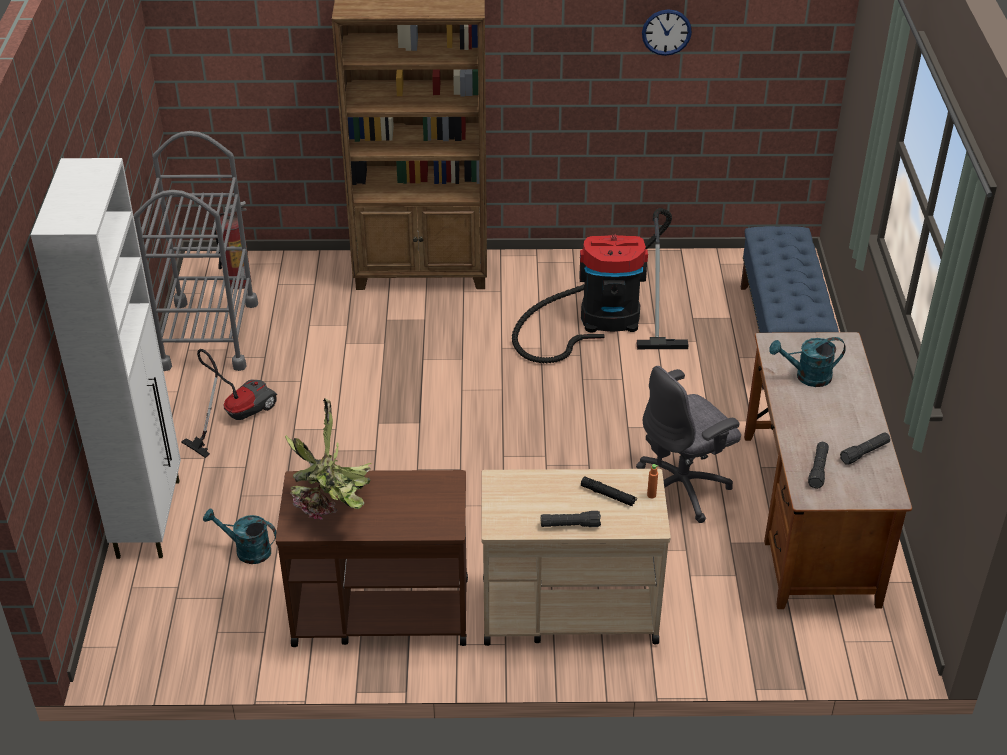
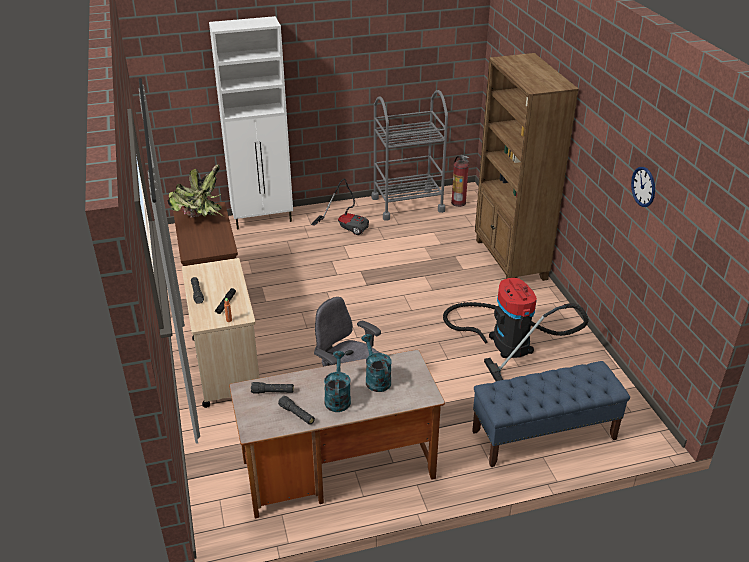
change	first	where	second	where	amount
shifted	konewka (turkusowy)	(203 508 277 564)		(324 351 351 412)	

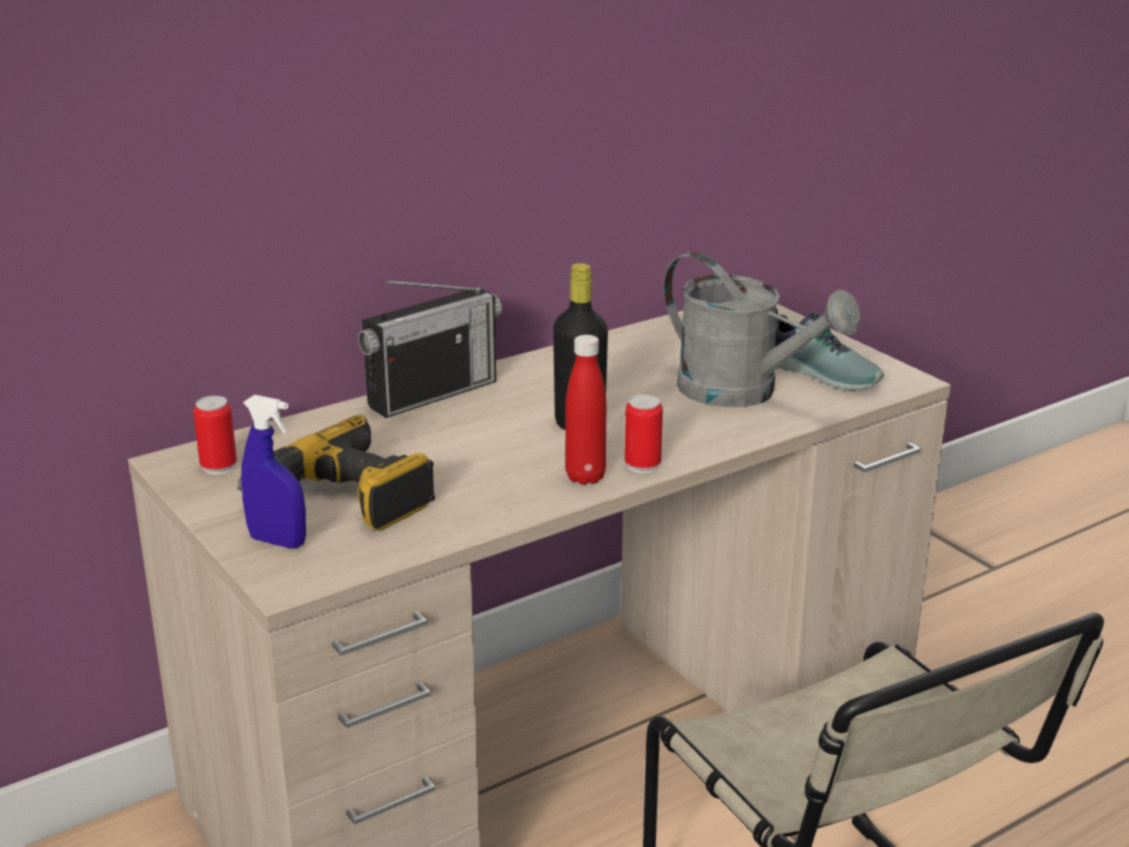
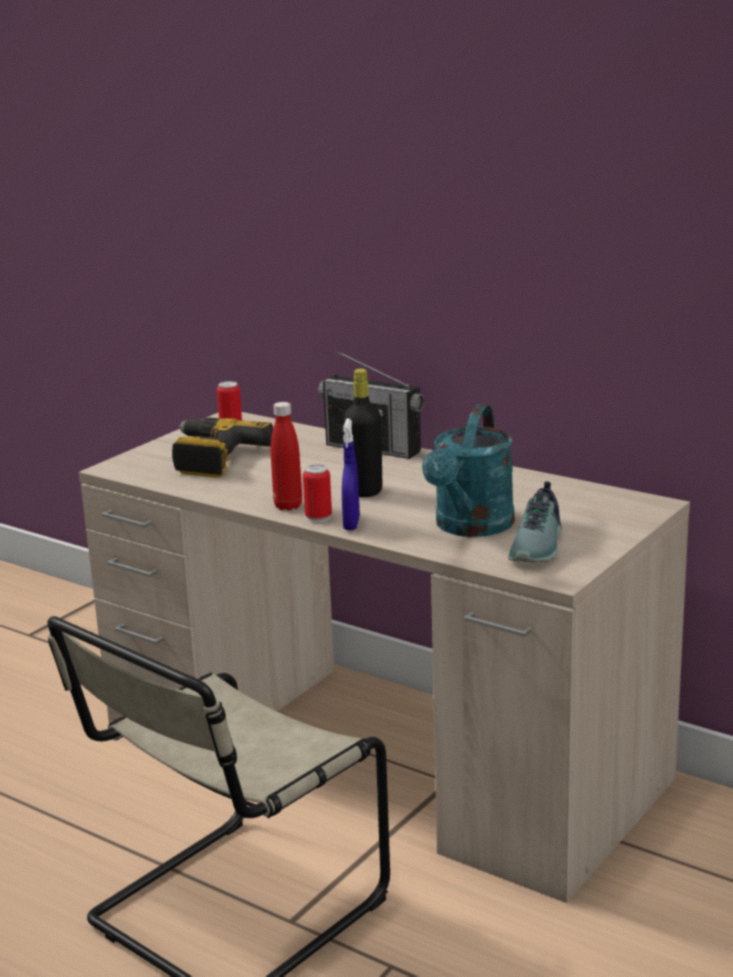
change	first	where	second	where	amount
shifted	spryskiwacz (niebieski)	(241 395 306 548)		(342 418 360 530)	
repainted	konewka (szary)	(663 252 861 407)	konewka (turkusowy)	(422 404 515 537)	

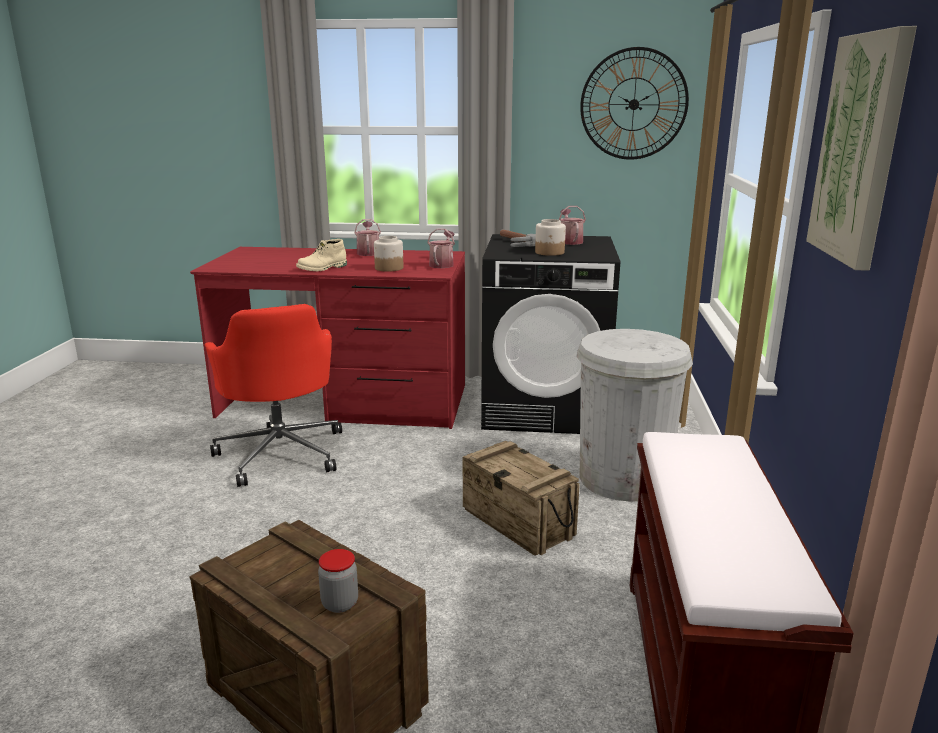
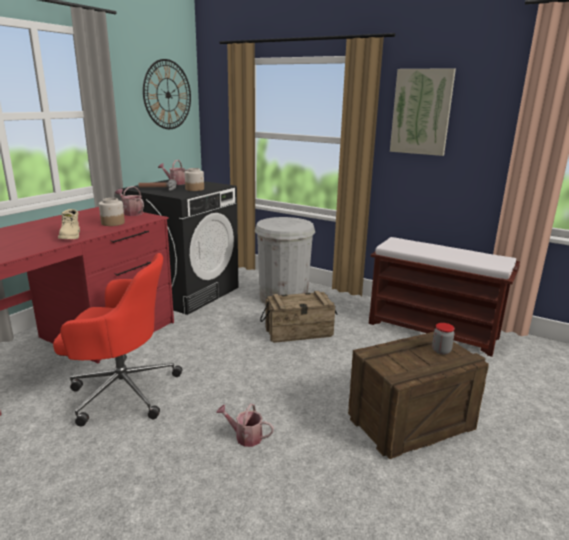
change	first	where	second	where	amount
shifted	konewka	(354 219 381 256)		(216 404 274 447)	

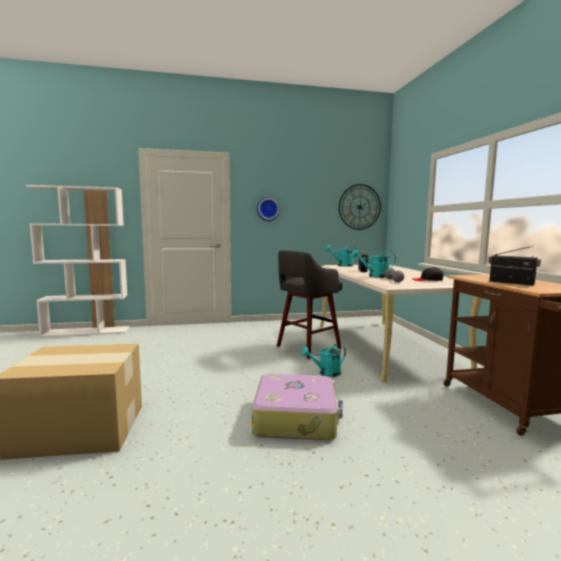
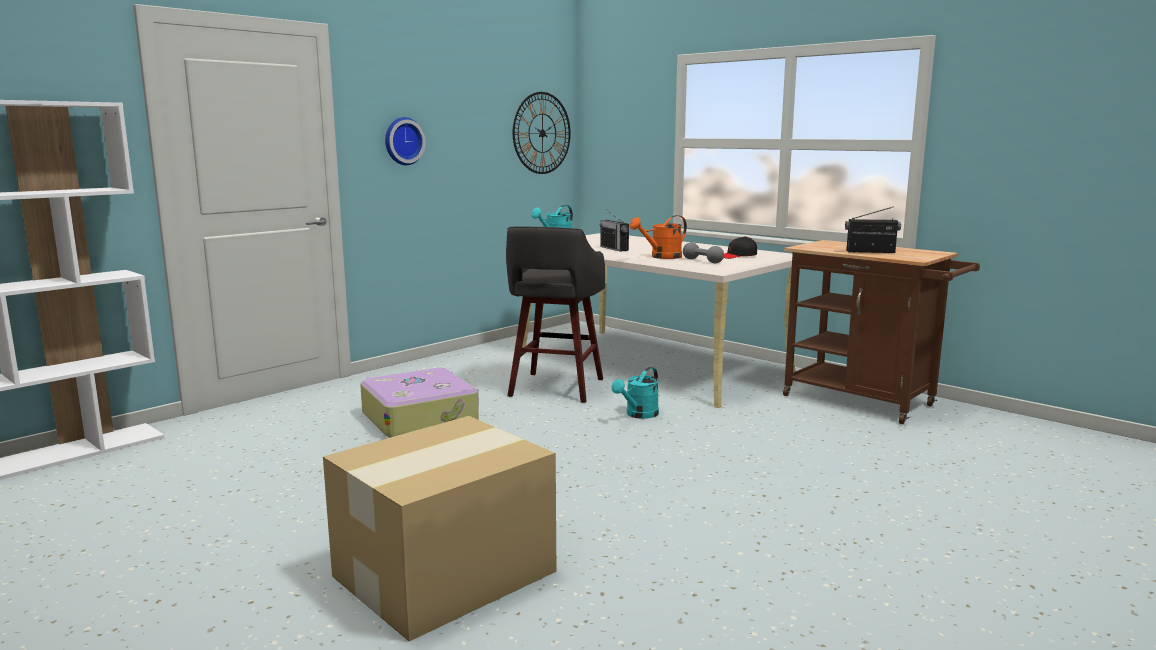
change	first	where	second	where	amount
shifted	walizka	(252 374 343 440)		(360 368 479 438)	
repainted	konewka (turkusowy)	(352 249 396 278)	konewka (pomarańczowy)	(630 215 687 259)	

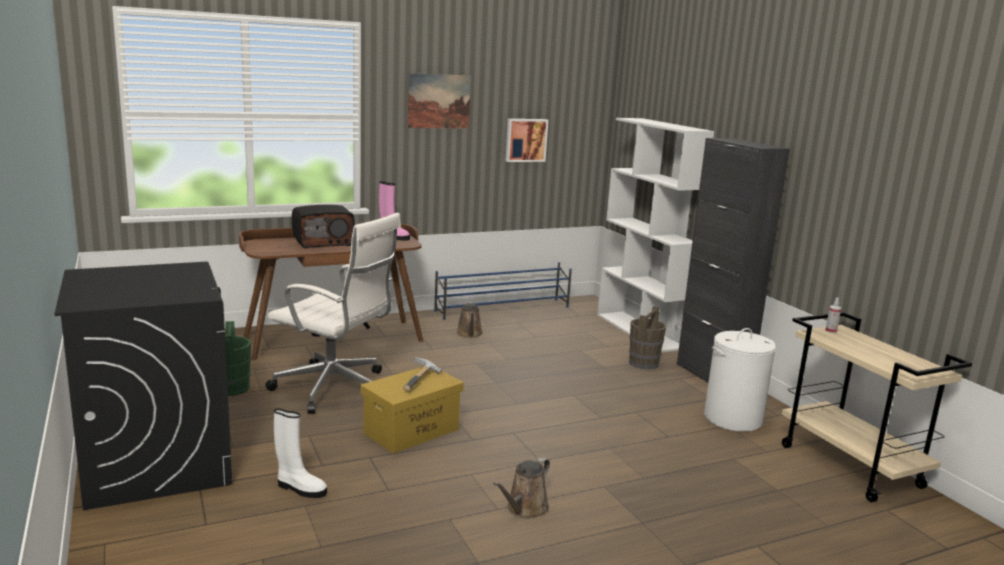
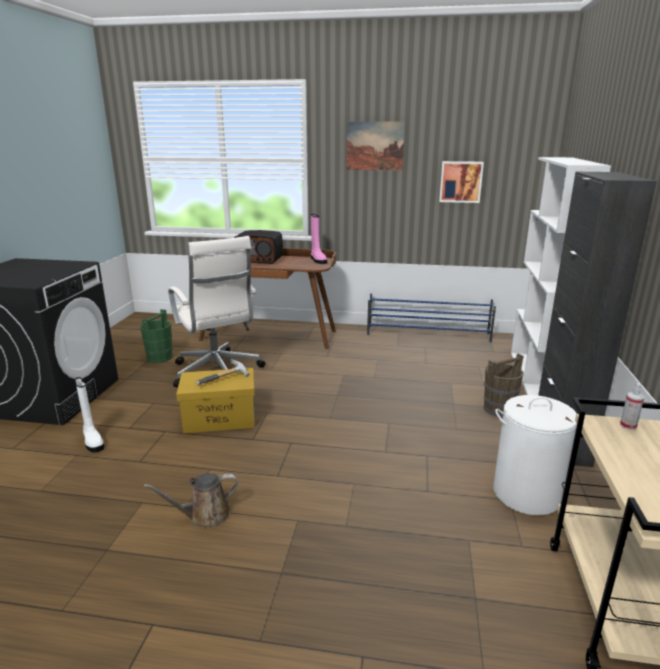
change	first	where	second	where	amount
gone	konewka (brązowy)	(456 302 483 338)			

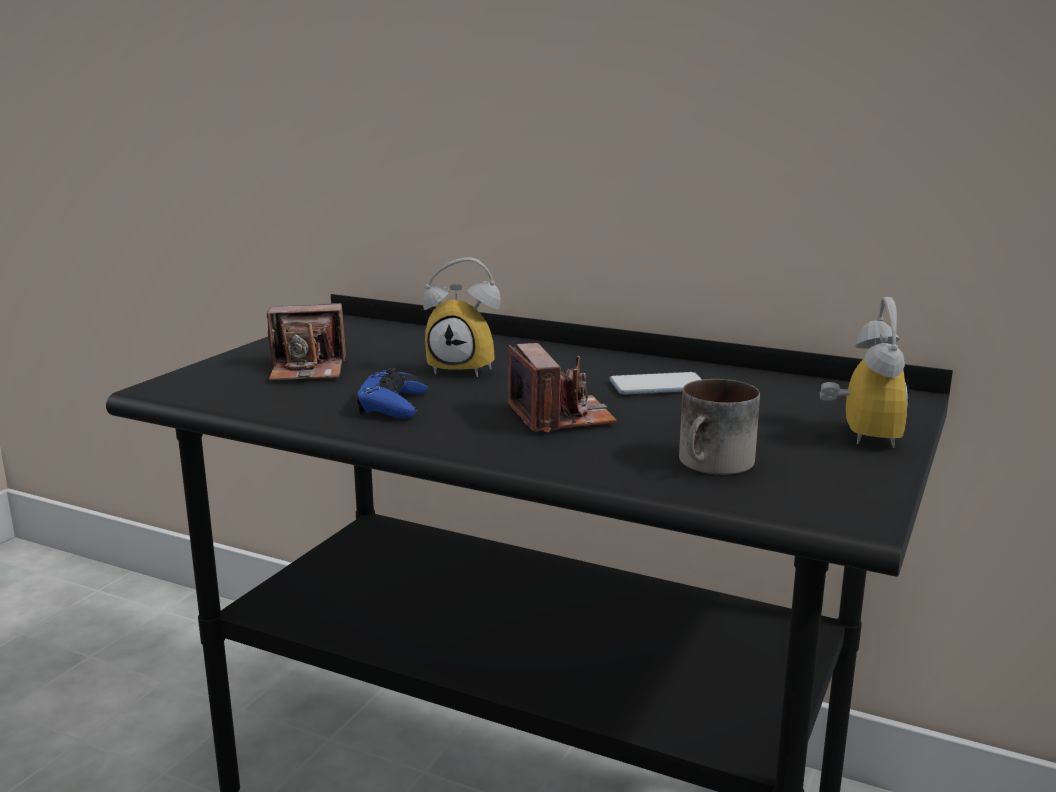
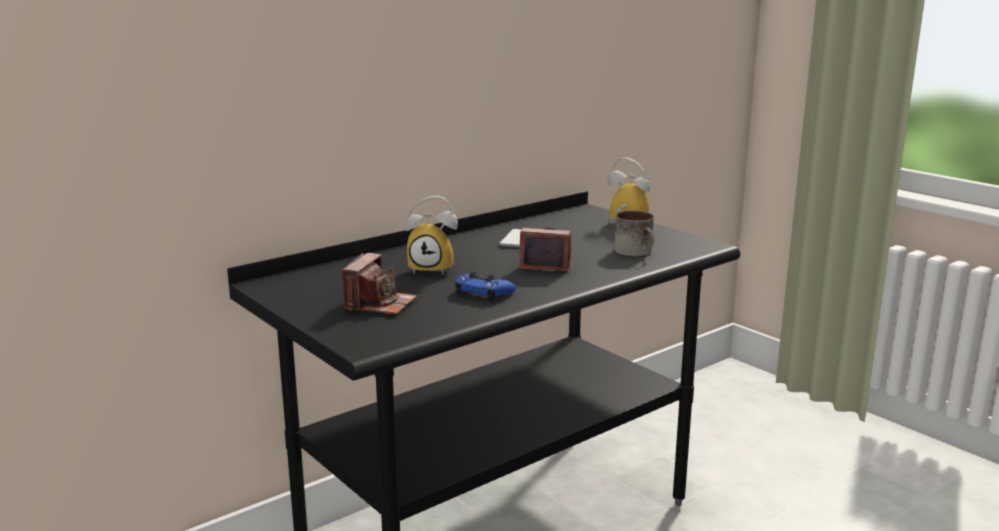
change	first	where	second	where	amount
rotated	budzik	(423 257 501 377)		(405 196 458 274)	60 degrees clockwise

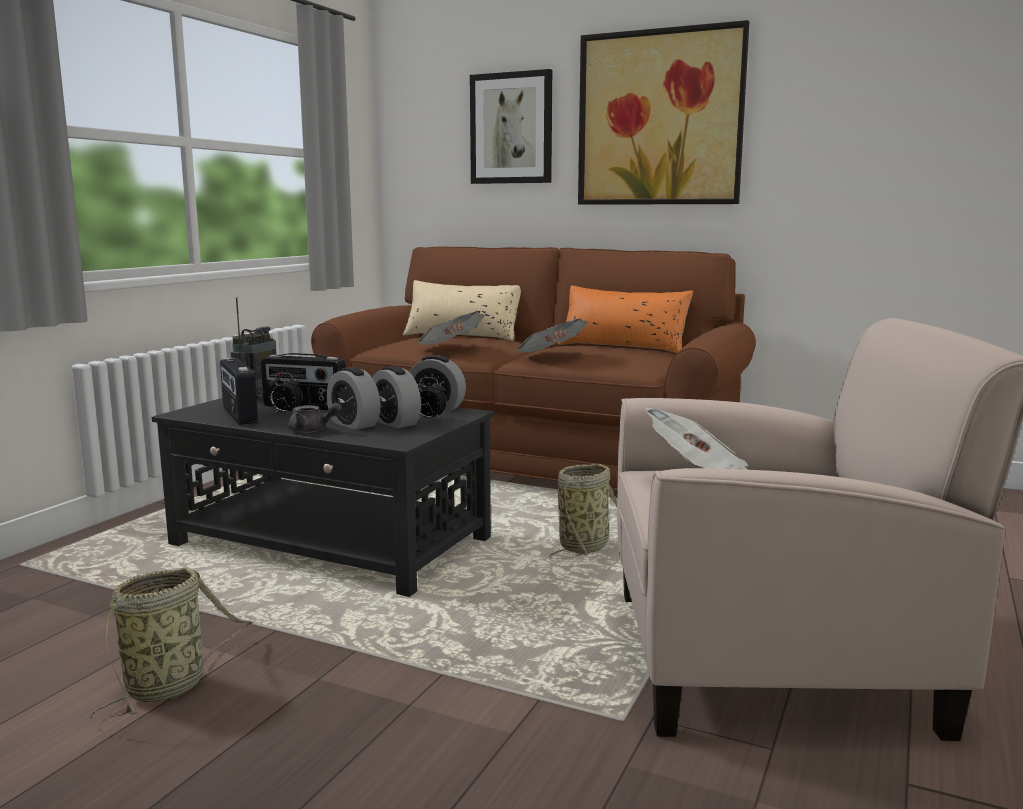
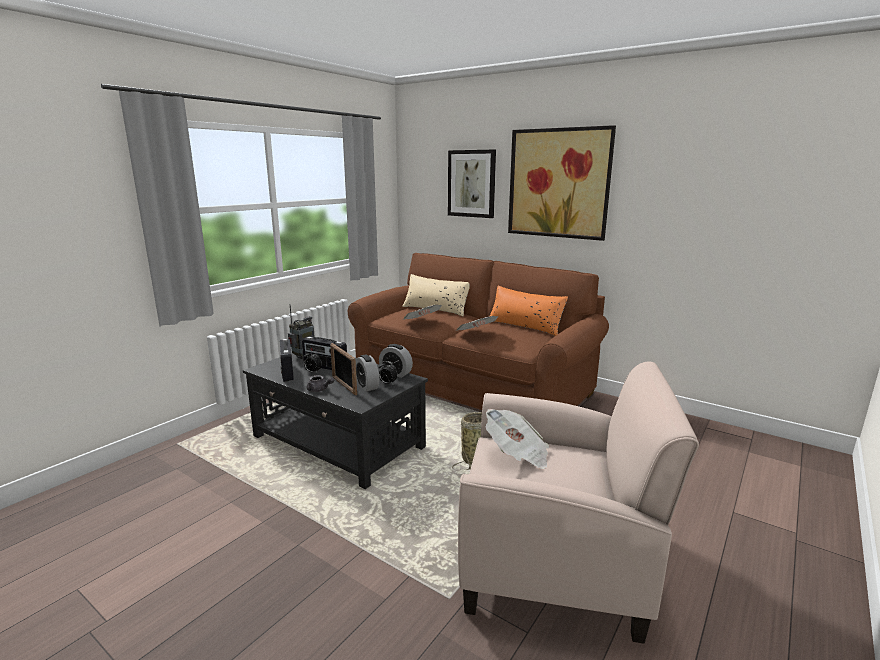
change	first	where	second	where	amount
gone	koszyk	(90 568 254 719)			
swapped	budzik	(327 367 380 430)	ramka na zdjęcie	(330 343 357 395)	

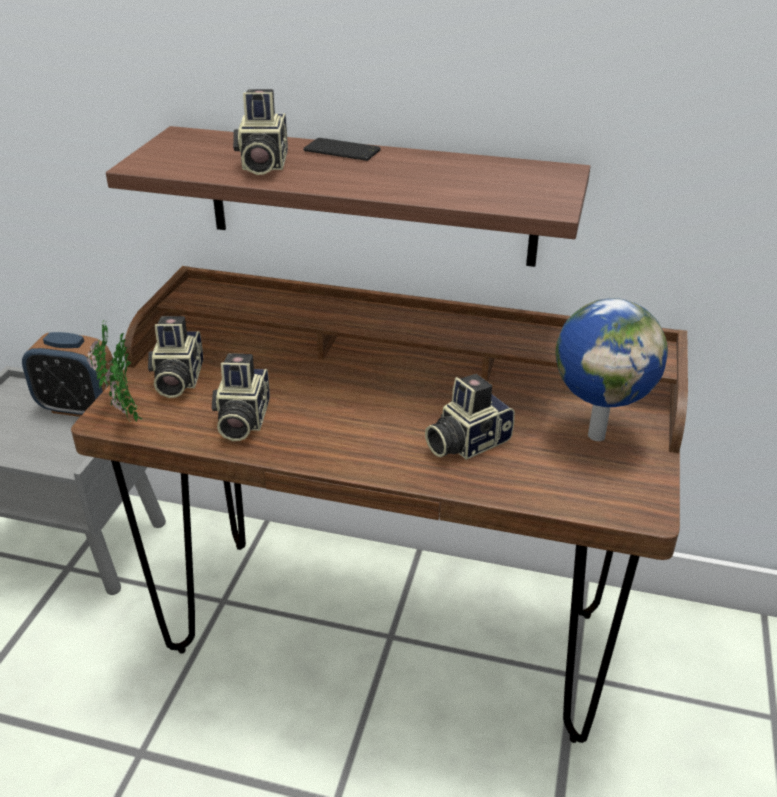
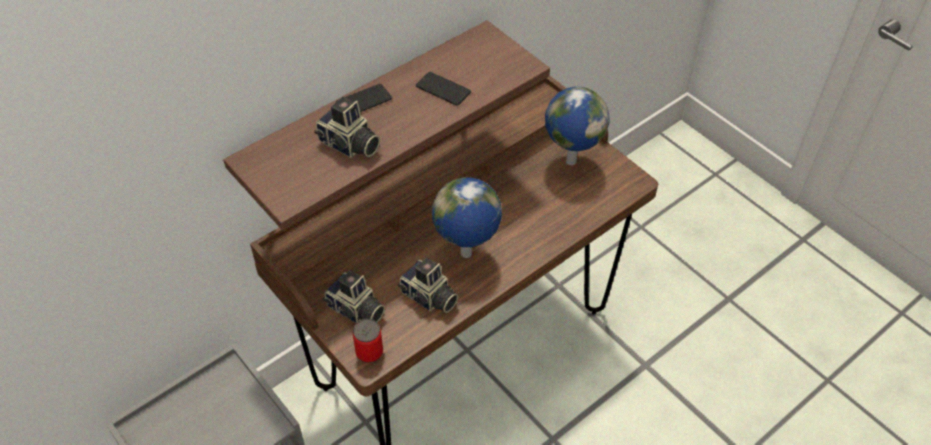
change	first	where	second	where	amount
gone	budzik	(22 332 114 417)			
swapped	roślina doniczkowa	(87 320 142 422)	puszka	(353 319 383 363)	
gone	aparat fotograficzny	(425 374 515 460)			
new			telefon	(416 72 471 106)	
new			globus	(432 177 502 258)	

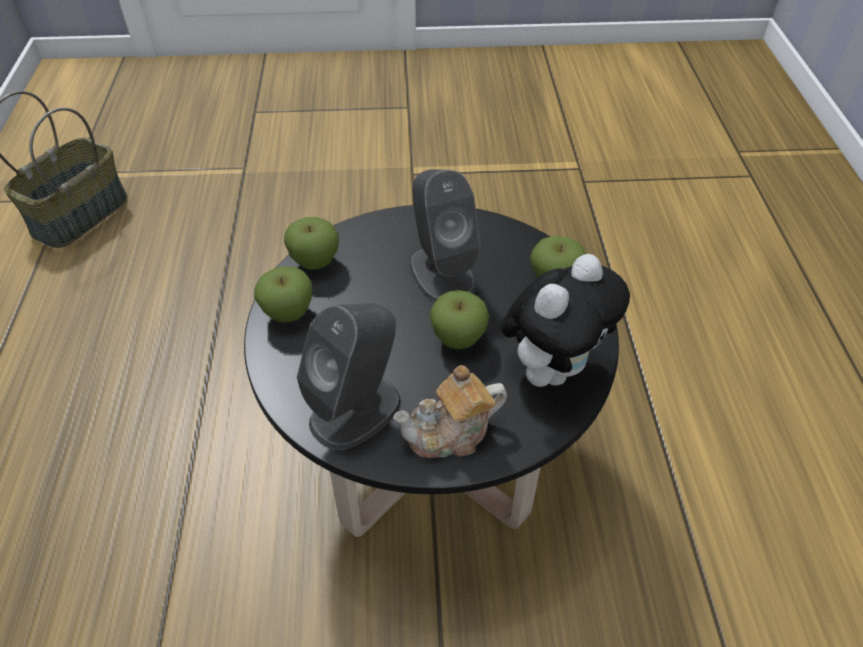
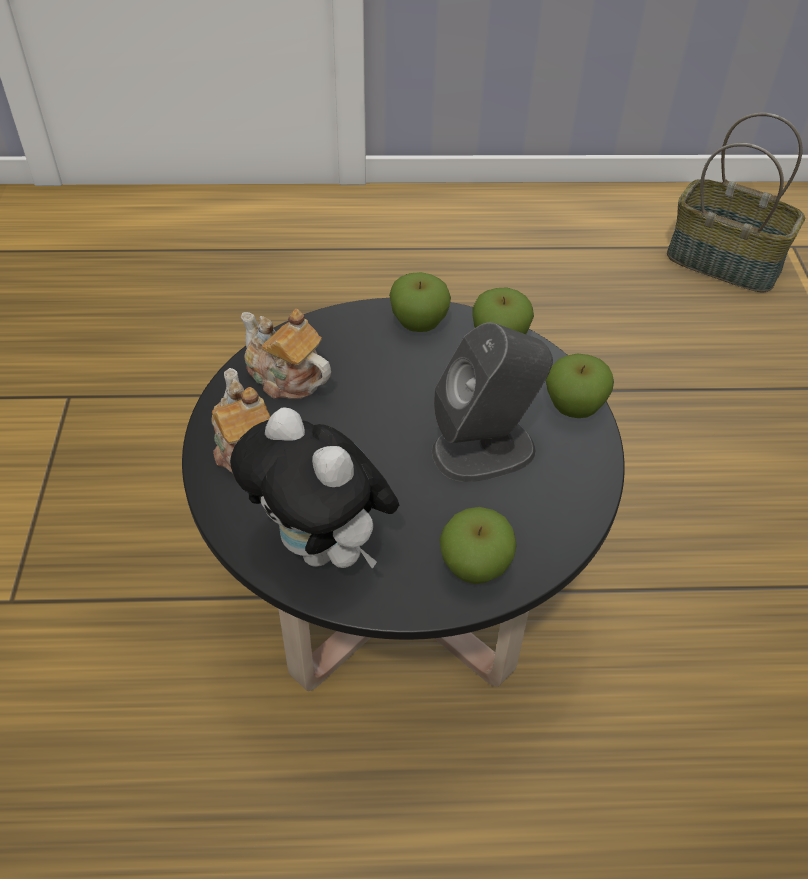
change	first	where	second	where	amount
swapped	głośnik (szary)	(297 303 401 450)	imbryk	(240 309 331 399)	
shifted	jabłko	(430 290 489 349)		(546 353 614 418)	

